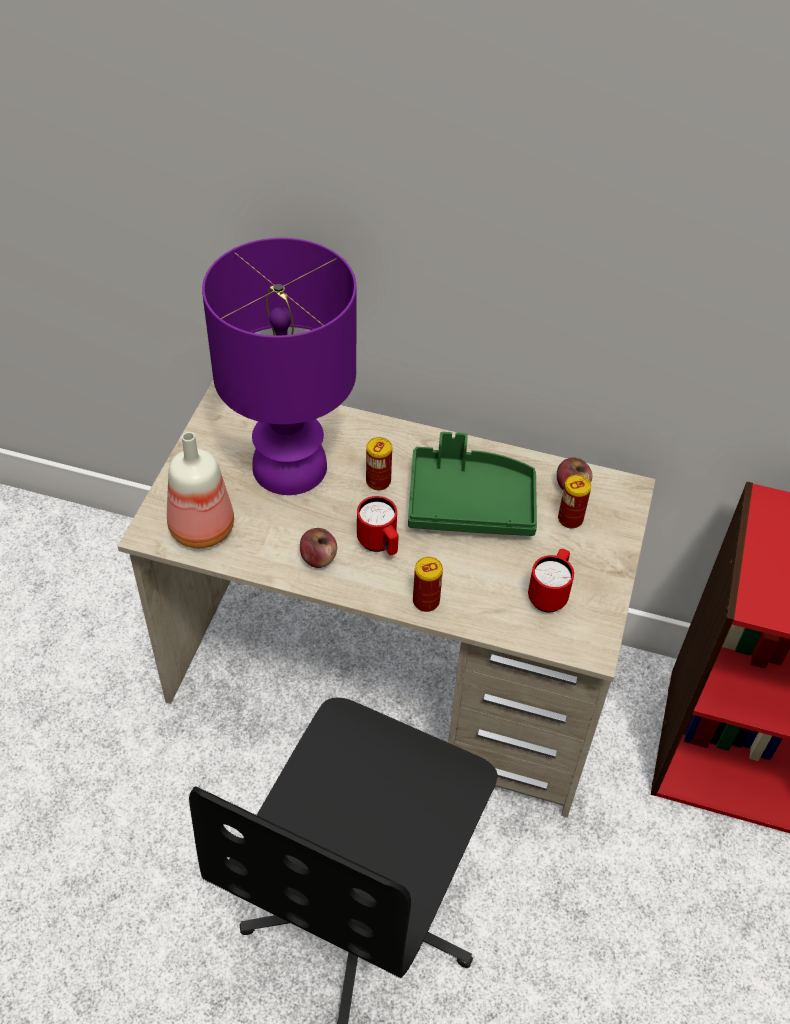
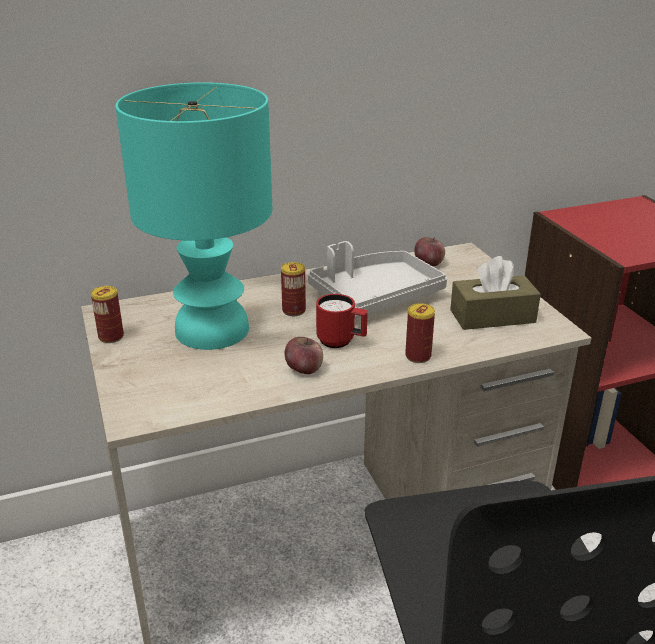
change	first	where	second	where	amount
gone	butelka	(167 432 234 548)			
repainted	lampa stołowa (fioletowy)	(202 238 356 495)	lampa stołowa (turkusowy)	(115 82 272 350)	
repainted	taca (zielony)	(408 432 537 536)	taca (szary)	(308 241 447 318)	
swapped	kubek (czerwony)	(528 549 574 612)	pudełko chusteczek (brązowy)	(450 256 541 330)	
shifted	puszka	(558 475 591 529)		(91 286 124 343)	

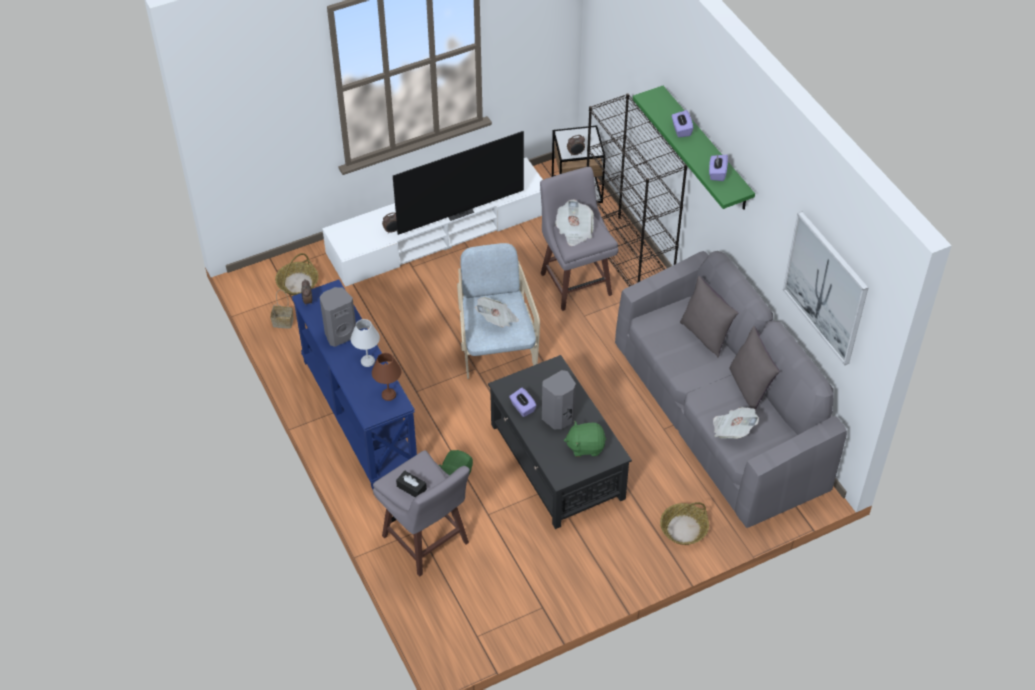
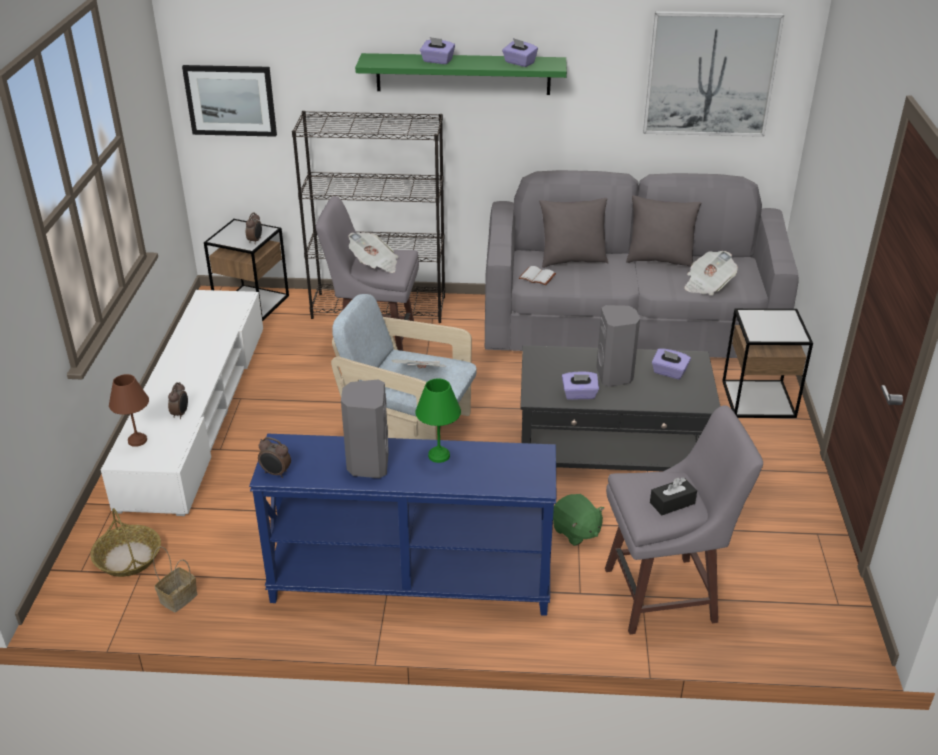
change	first	where	second	where	amount
repainted	lampa stołowa (biały)	(351 319 380 367)	lampa stołowa (zielony)	(415 378 461 463)	
shifted	lampa stołowa (brązowy)	(372 353 401 401)		(109 374 149 447)	
gone	telewizor	(393 131 524 235)			
swapped	pluszak (zielony)	(564 421 606 457)	pudełko chusteczek (fioletowy)	(652 349 691 379)	
swapped	koszyk	(660 502 709 545)	stolik	(722 309 813 418)	
new			obraz	(182 65 277 137)	
new			książka (biały)	(519 266 556 285)	

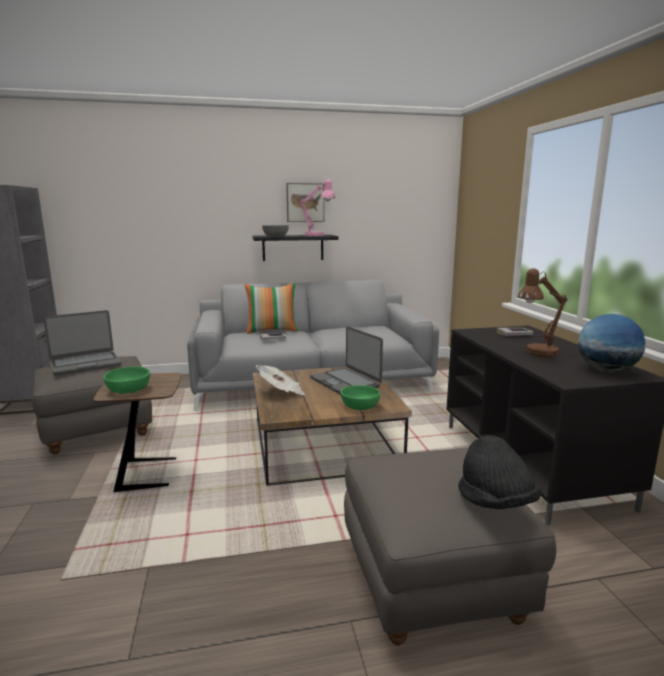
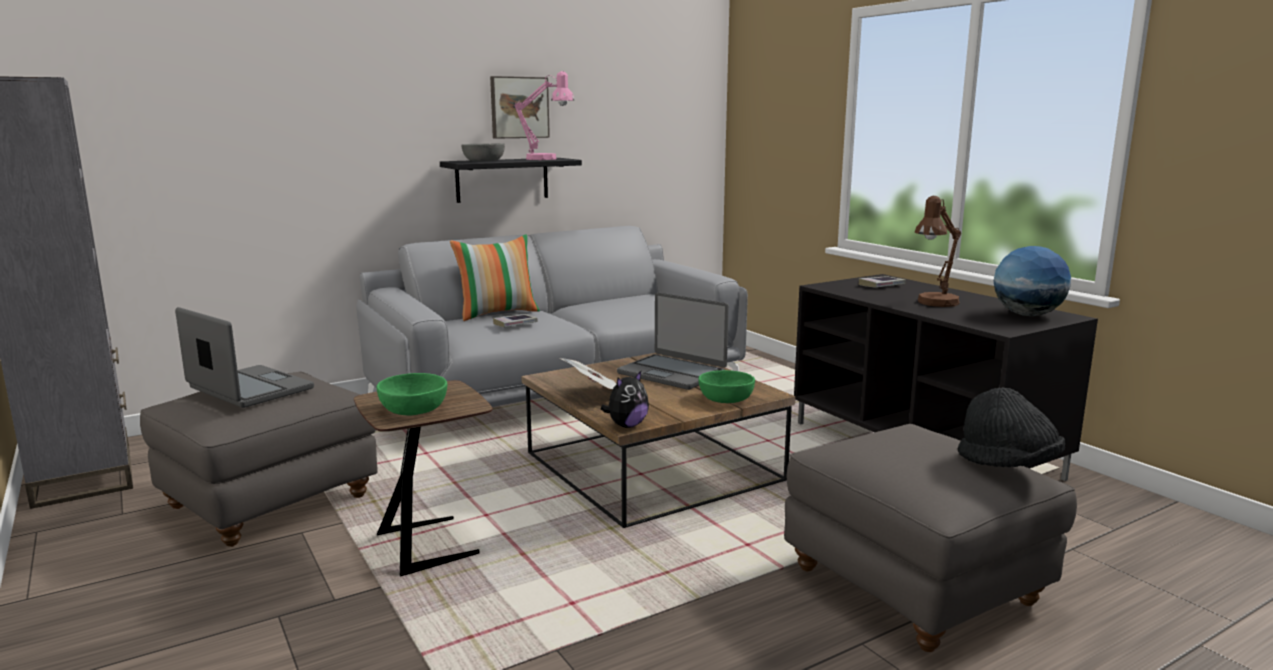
change	first	where	second	where	amount
rotated	laptop	(43 310 121 376)		(175 307 314 408)	90 degrees counterclockwise
new			pluszak	(601 371 649 428)	

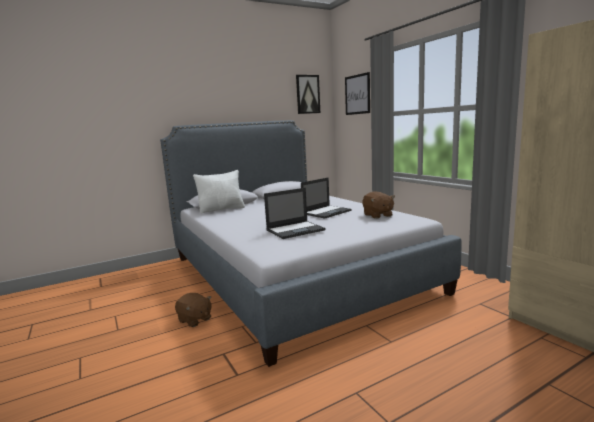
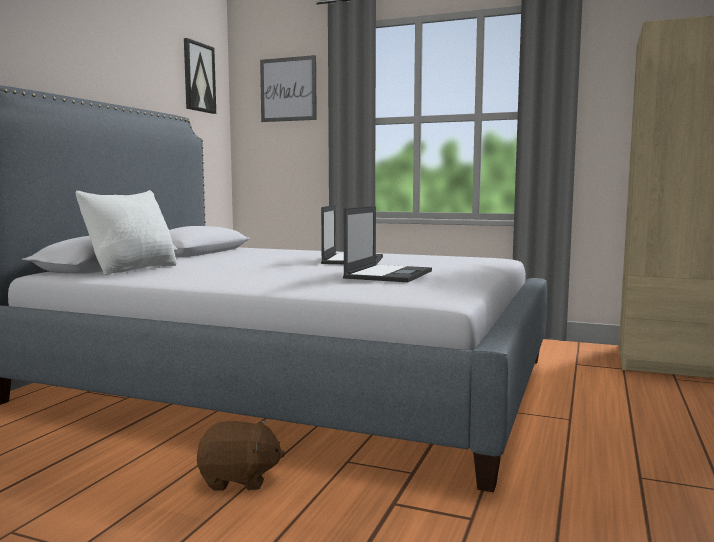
change	first	where	second	where	amount
gone	pluszak (brązowy)	(362 191 395 219)			

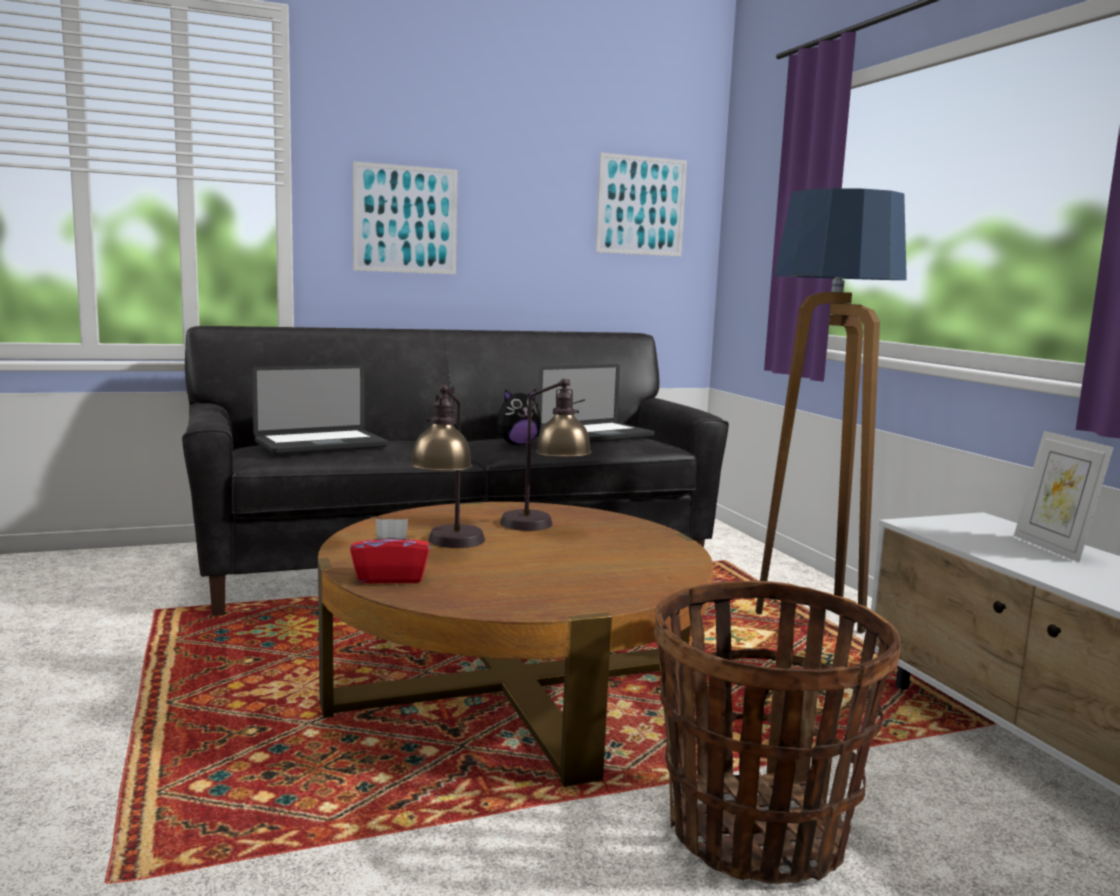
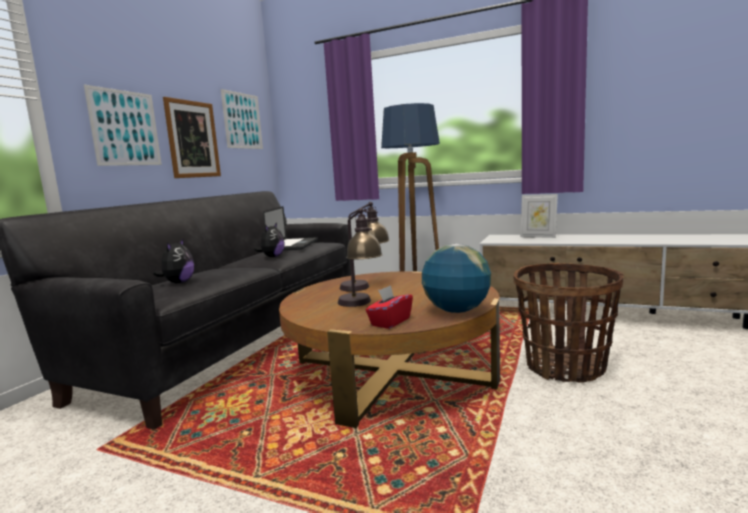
change	first	where	second	where	amount
swapped	laptop	(252 365 388 455)	pluszak	(153 239 194 283)	
new			obraz	(163 97 221 178)	
new			globus	(422 244 491 313)	

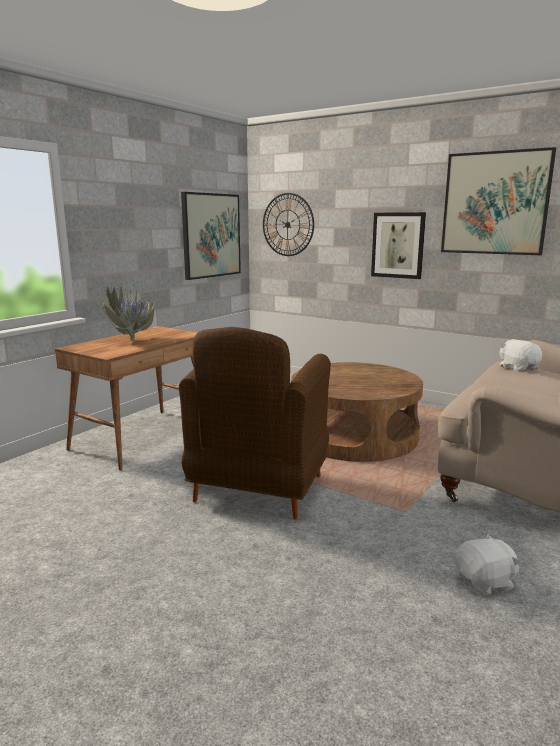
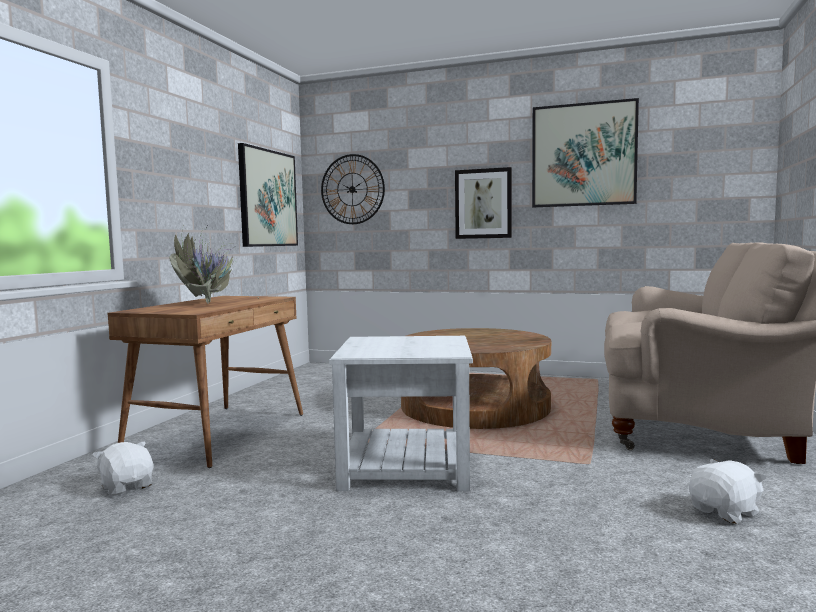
change	first	where	second	where	amount
swapped	fotel (brązowy)	(179 327 331 520)	stolik (biały)	(329 336 473 491)	
shifted	pluszak (biały)	(499 339 542 371)		(93 442 154 496)	

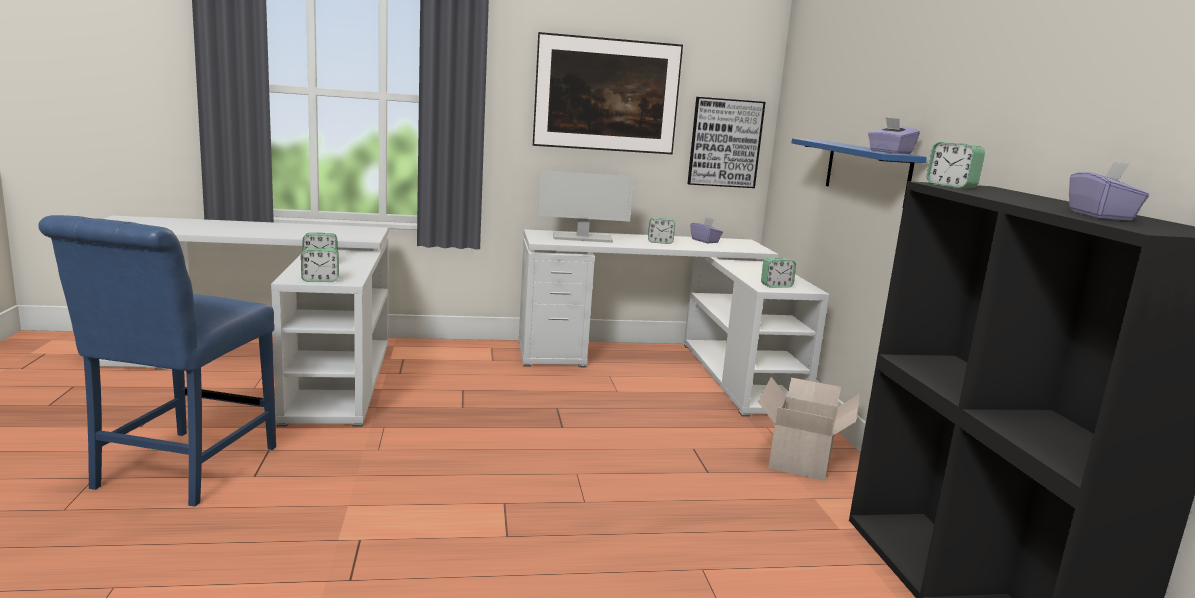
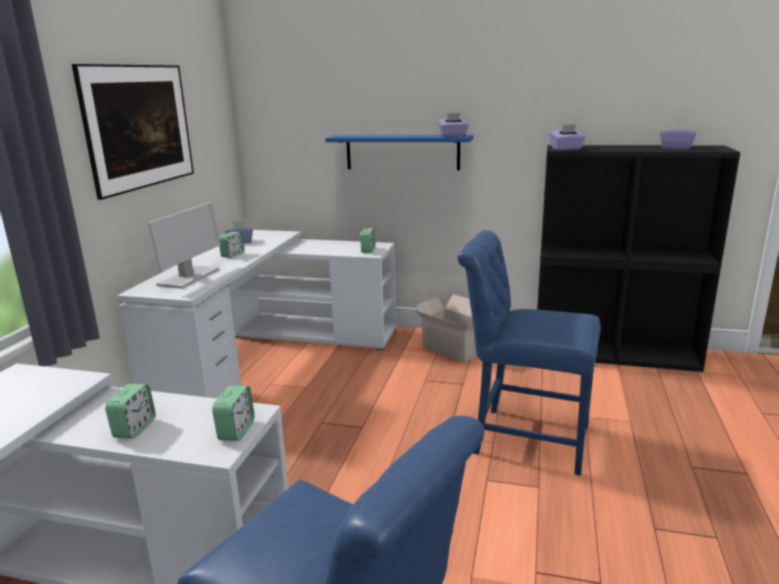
change	first	where	second	where	amount
gone	obraz	(687 97 766 188)			
swapped	budzik	(927 142 985 188)	pudełko chusteczek (fioletowy)	(550 125 586 150)	
new			krzesło (niebieski)	(457 230 601 475)	

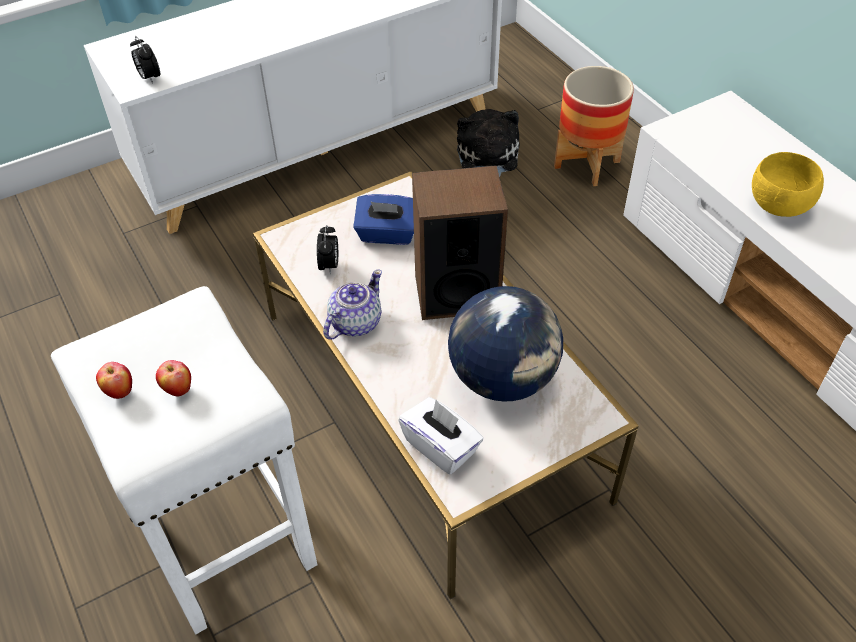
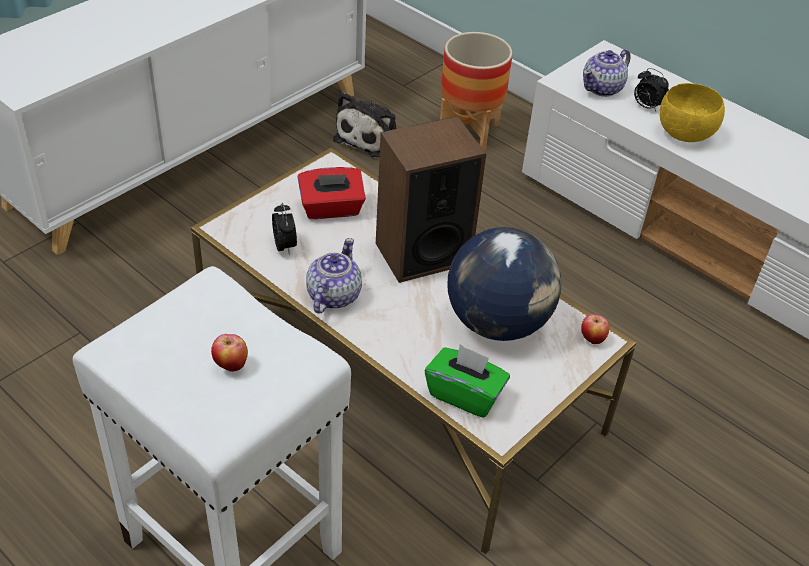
change	first	where	second	where	amount
shifted	jabłko	(96 362 132 399)		(581 314 609 344)	
shifted	budzik	(130 36 160 83)		(634 68 669 112)	
repainted	pudełko chusteczek (niebieski)	(353 194 414 245)	pudełko chusteczek (czerwony)	(298 167 366 219)	
repainted	pudełko chusteczek (biały)	(398 397 484 475)	pudełko chusteczek (zielony)	(425 344 510 418)	
rotated	pluszak	(457 109 519 177)		(333 92 397 157)	135 degrees counterclockwise
new			imbryk	(583 49 631 97)	

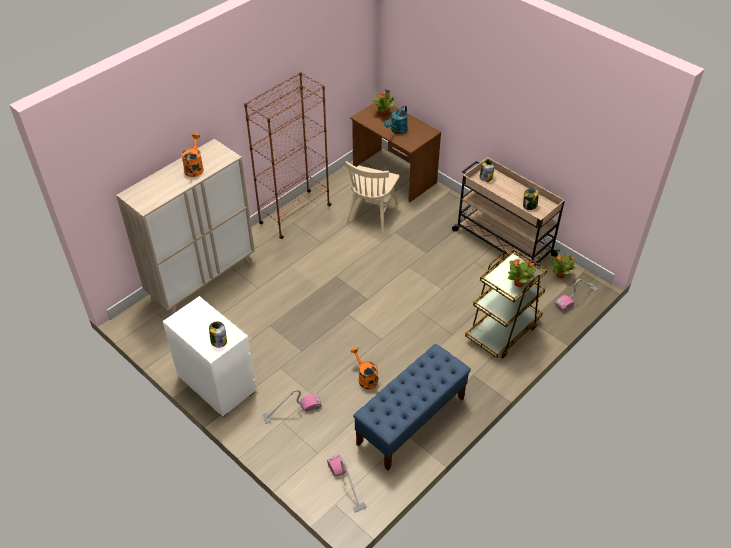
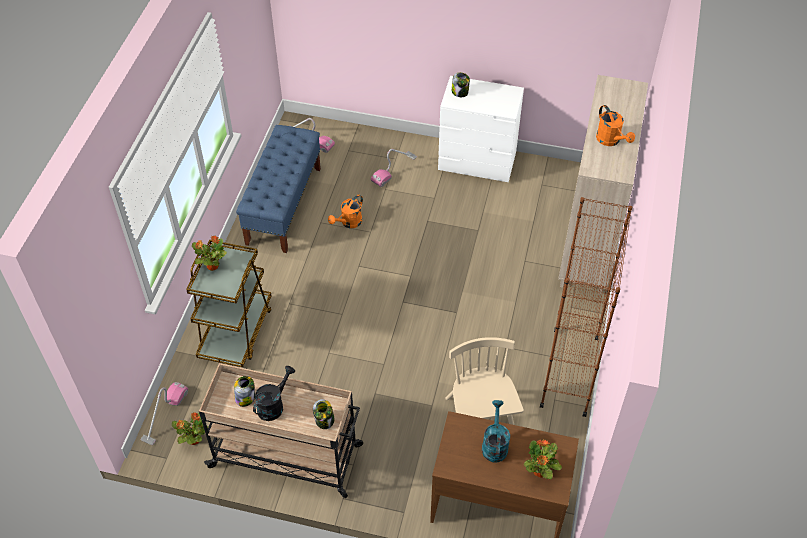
change	first	where	second	where	amount
rotated	konewka (pomarańczowy)	(351 347 378 389)		(328 195 363 228)	105 degrees clockwise
new			konewka (czarny)	(253 366 295 421)	

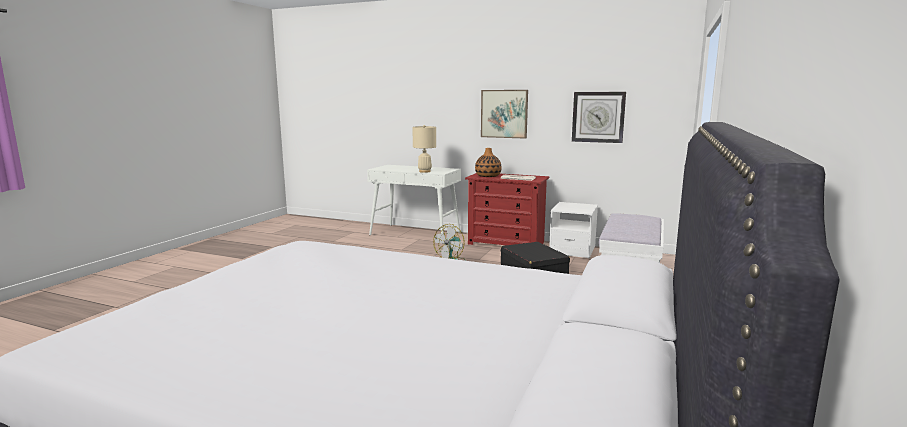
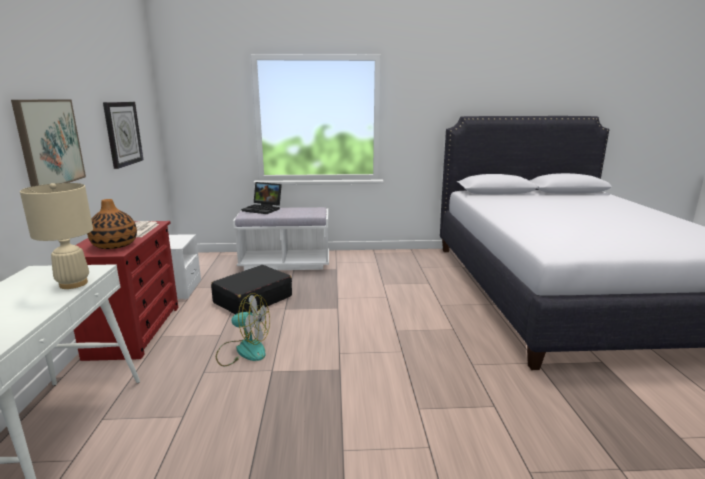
change	first	where	second	where	amount
new			laptop	(241 182 282 214)	

